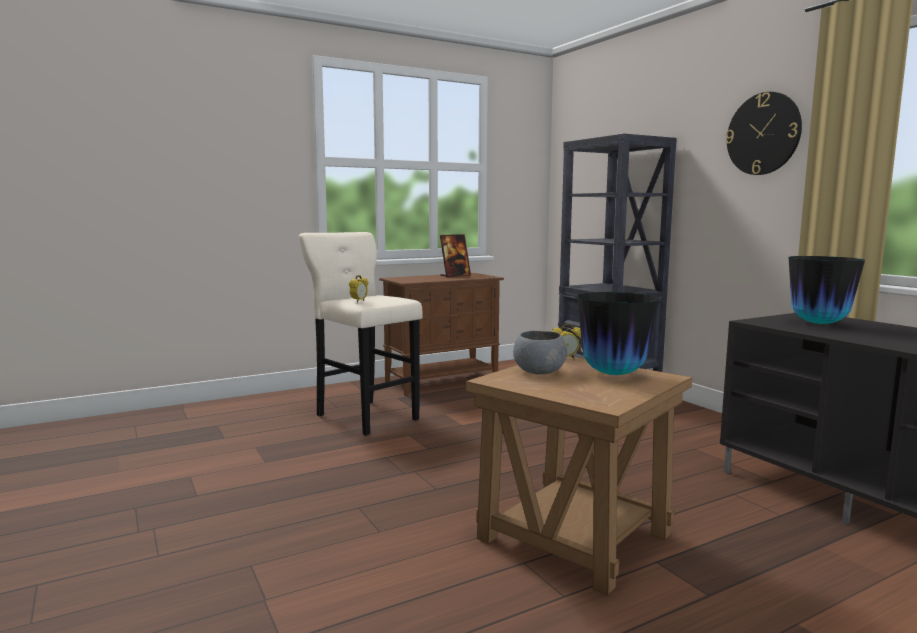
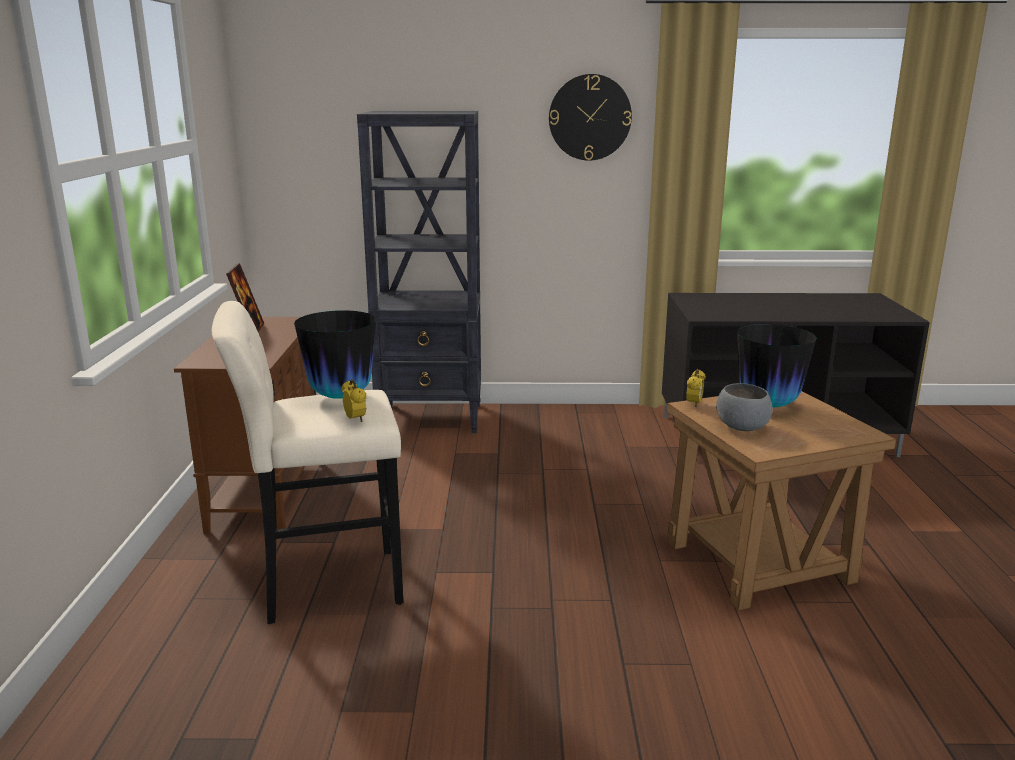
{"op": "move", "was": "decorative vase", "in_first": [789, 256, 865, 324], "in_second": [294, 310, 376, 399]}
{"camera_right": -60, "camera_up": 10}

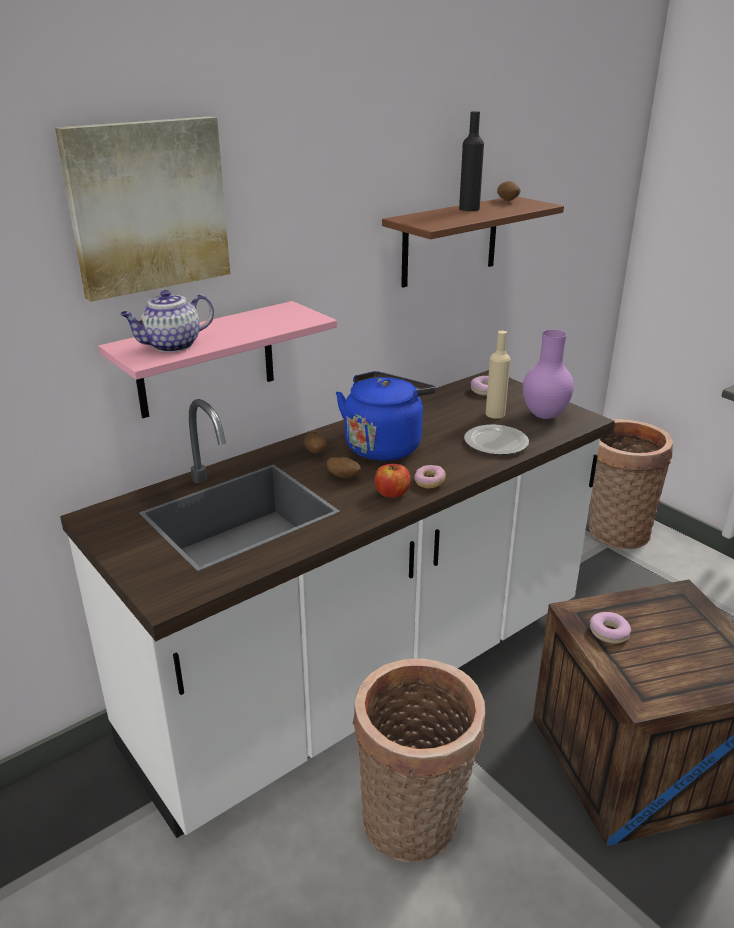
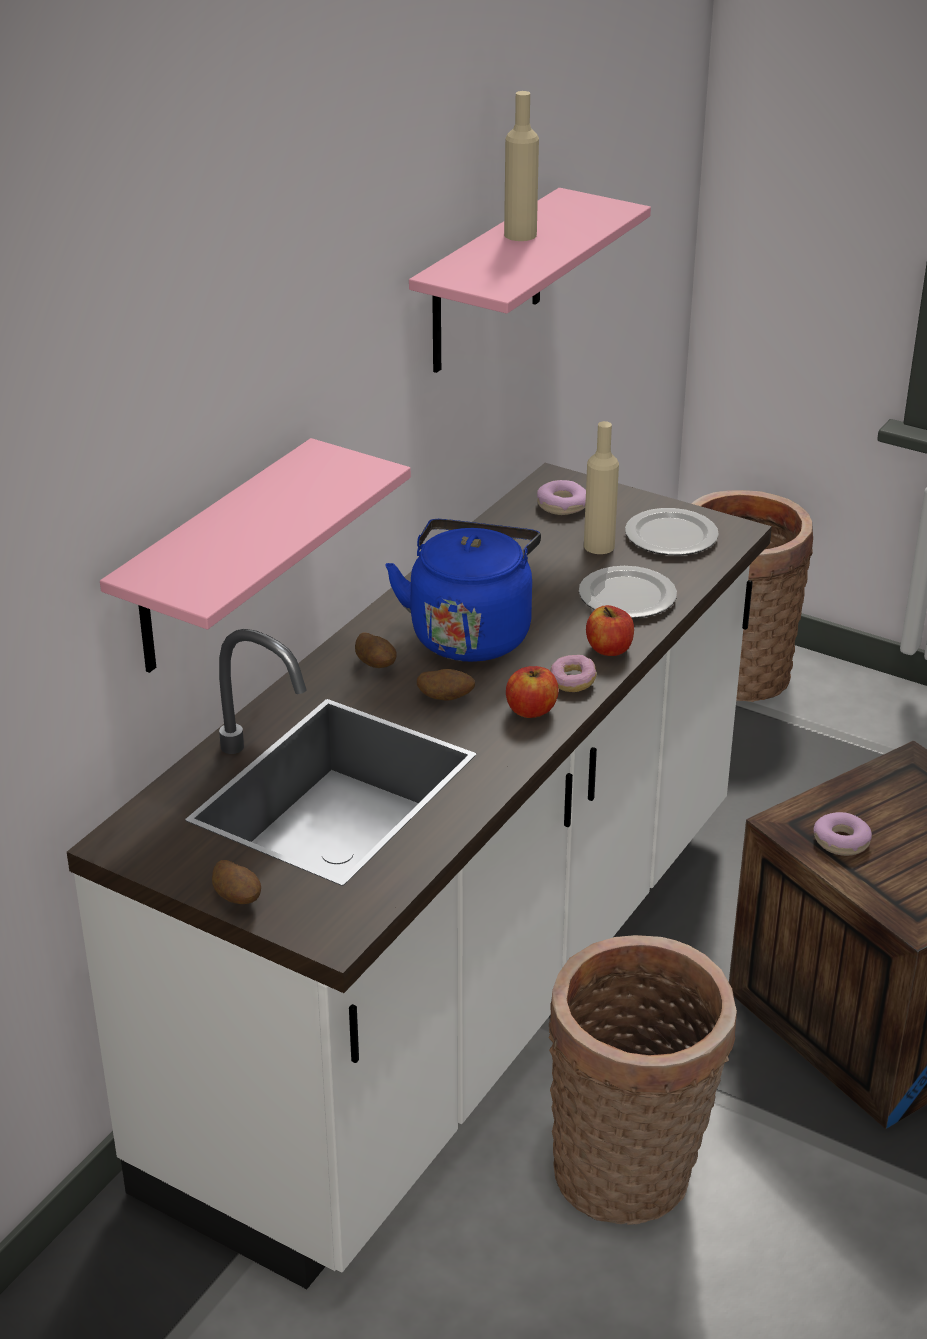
{"op": "delete", "was": "wall art", "in_first": [55, 116, 230, 302]}
{"op": "delete", "was": "tea pot", "in_first": [120, 290, 214, 352]}
{"op": "insert", "now": "whole apple", "in_second": [586, 605, 634, 656]}
{"op": "move", "was": "whole potato", "in_first": [497, 181, 520, 201], "in_second": [212, 860, 261, 904]}
{"op": "replace", "was": "purple decorative vase", "now": "dinner plate", "in_first": [523, 330, 574, 419], "in_second": [625, 508, 719, 555]}
{"op": "recolor", "was": "brown-coloured wall shelf", "now": "pinkish wall shelf", "in_first": [382, 197, 564, 287], "in_second": [409, 188, 651, 373]}
{"op": "recolor", "was": "black beverage bottle", "now": "beige beverage bottle", "in_first": [459, 111, 484, 211], "in_second": [504, 91, 539, 241]}
{"camera_right": -20, "camera_up": 5}

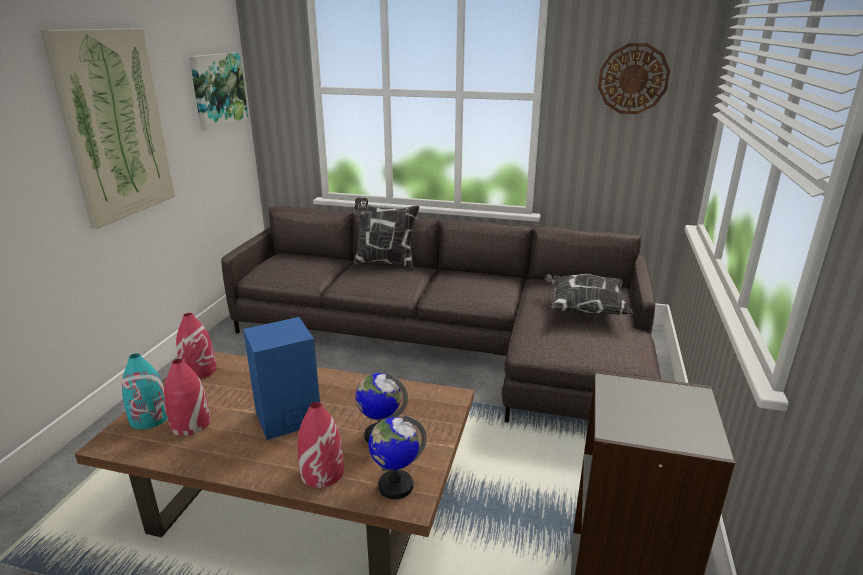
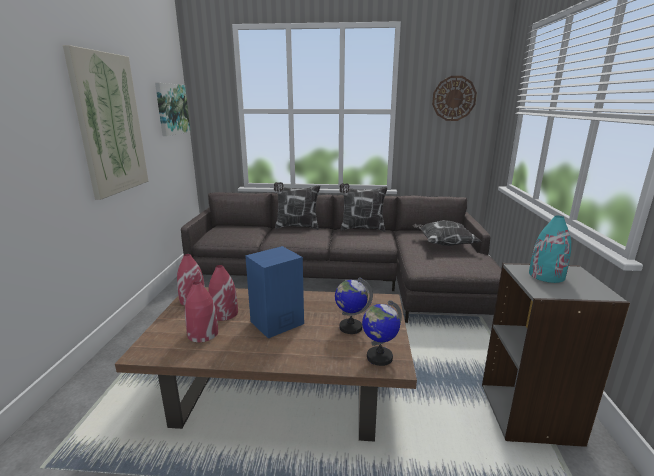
{"op": "insert", "now": "pillow", "in_second": [340, 183, 387, 232]}
{"op": "move", "was": "turquoise-coloured decorative vase", "in_first": [122, 353, 168, 429], "in_second": [529, 216, 571, 283]}
{"op": "move", "was": "reddish decorative vase", "in_first": [298, 402, 344, 488], "in_second": [208, 265, 238, 321]}
{"camera_right": -10, "camera_up": -5}

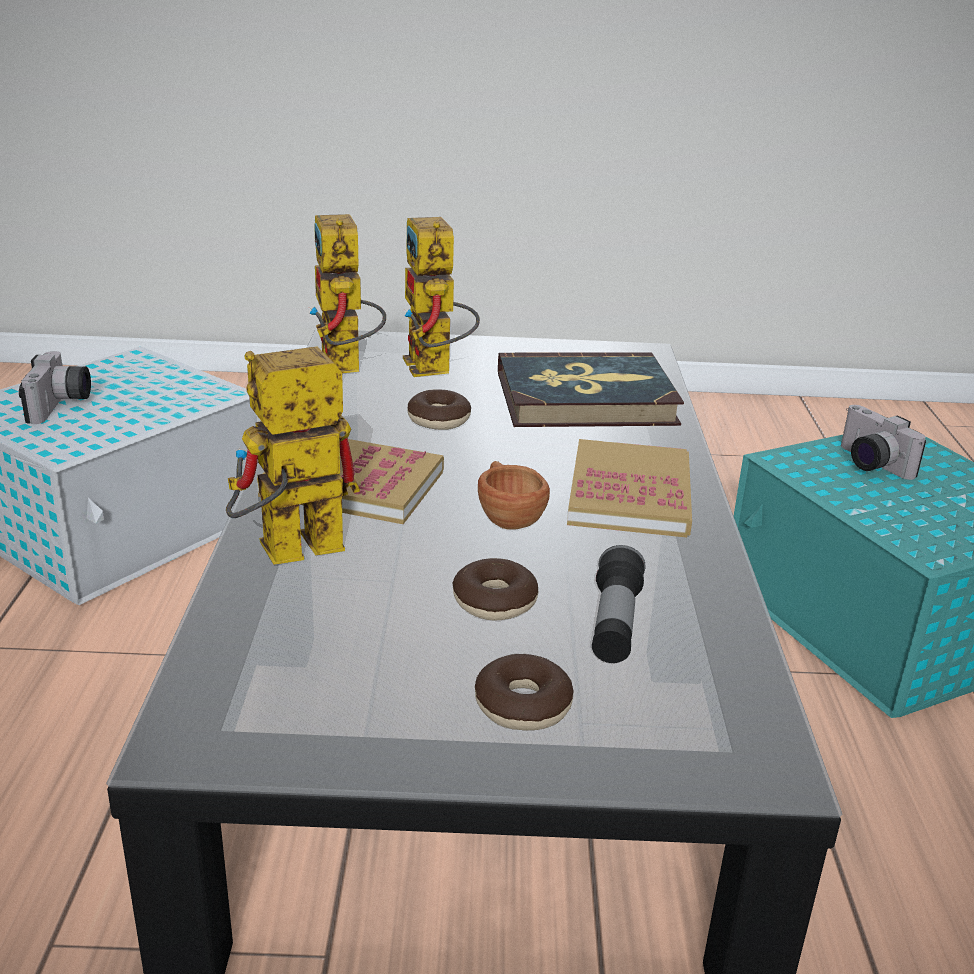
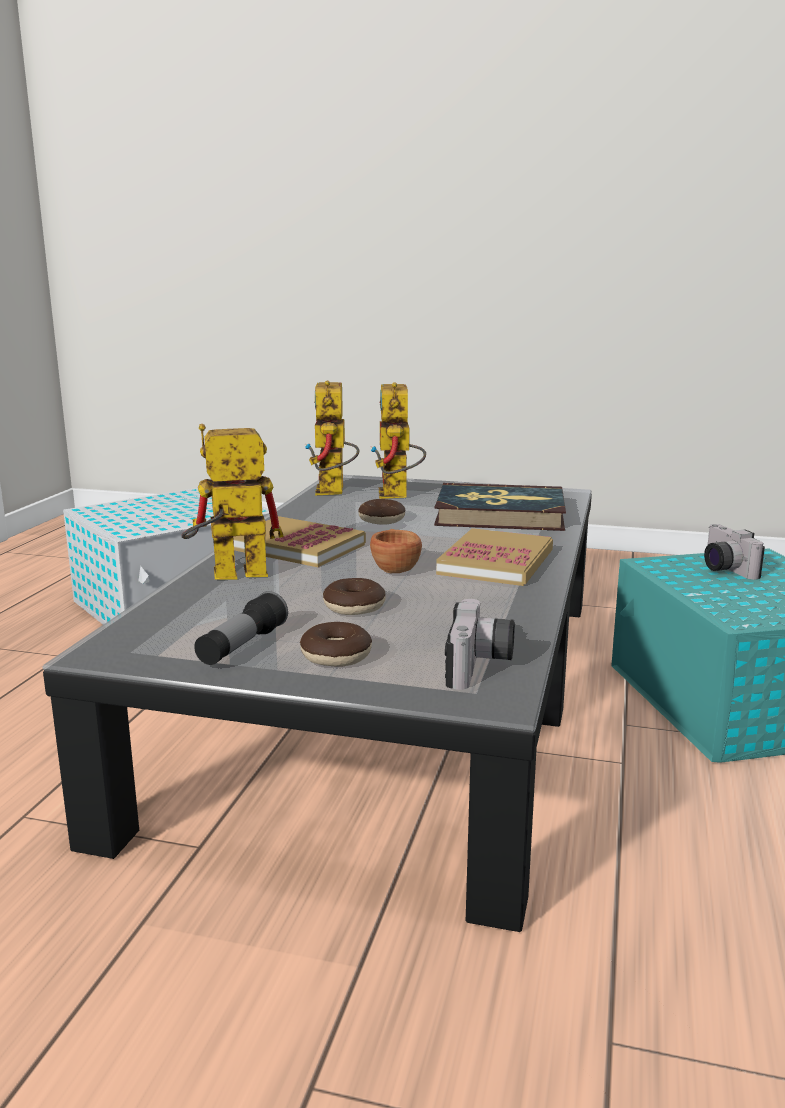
{"op": "move", "was": "photo camera", "in_first": [19, 351, 91, 424], "in_second": [445, 599, 515, 690]}
{"op": "move", "was": "torch", "in_first": [592, 545, 645, 663], "in_second": [194, 591, 288, 665]}
{"camera_right": 15, "camera_up": -10}

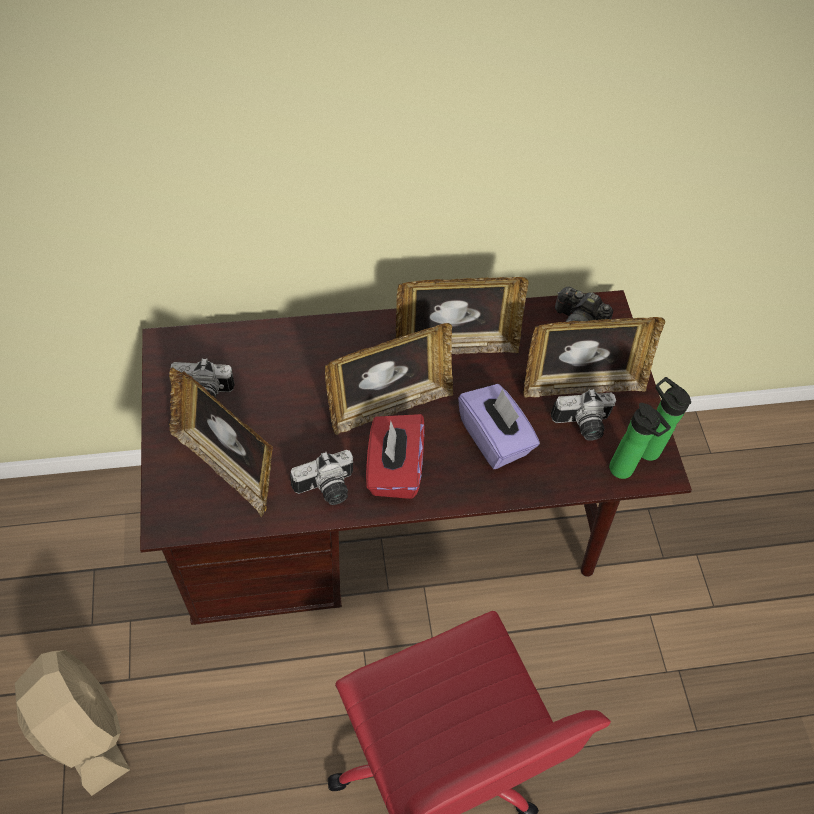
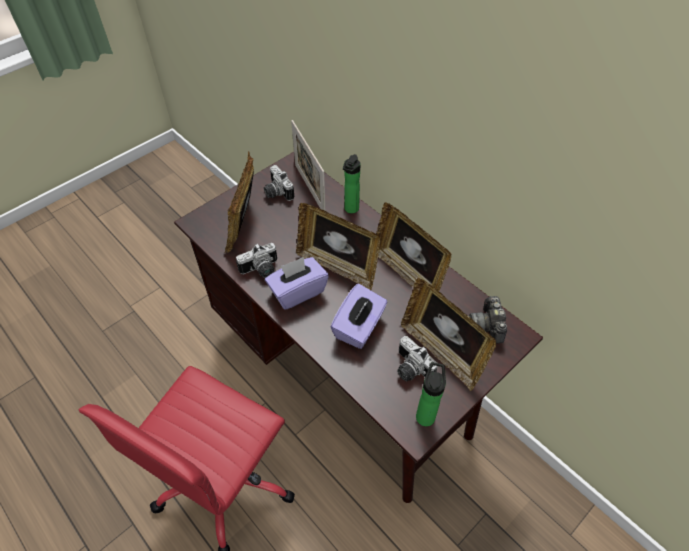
{"op": "delete", "was": "beige fan", "in_first": [15, 650, 130, 796]}
{"op": "insert", "now": "photo frame", "in_second": [291, 120, 326, 211]}
{"op": "move", "was": "beverage bottle", "in_first": [609, 403, 671, 479], "in_second": [343, 154, 360, 214]}
{"op": "recolor", "was": "reddish tissue box", "now": "purple tissue box", "in_first": [366, 414, 425, 499], "in_second": [265, 257, 329, 310]}
{"op": "rotate", "was": "photo camera", "in_first": [290, 450, 353, 505], "in_second": [236, 243, 277, 278], "clockwise": -60}
{"camera_right": 60, "camera_up": -5}

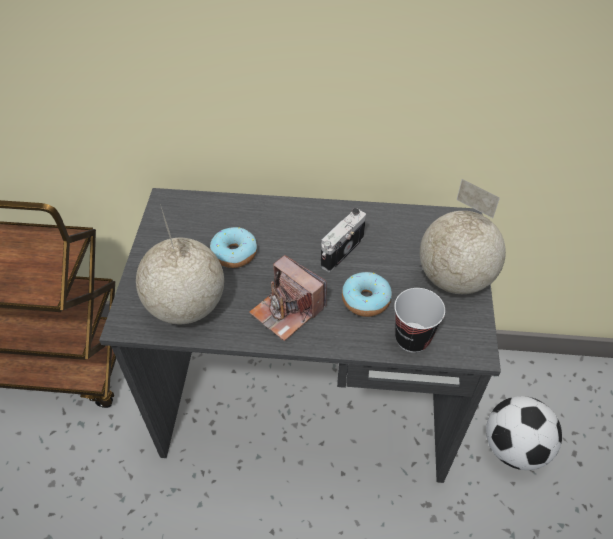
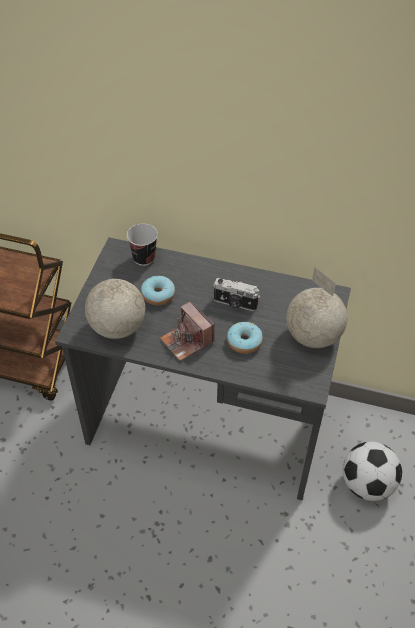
{"op": "move", "was": "drinking cup", "in_first": [394, 288, 445, 353], "in_second": [127, 224, 158, 266]}
{"op": "rotate", "was": "photo camera", "in_first": [321, 208, 366, 272], "in_second": [213, 278, 260, 311], "clockwise": -120}
{"camera_right": 10, "camera_up": 0}

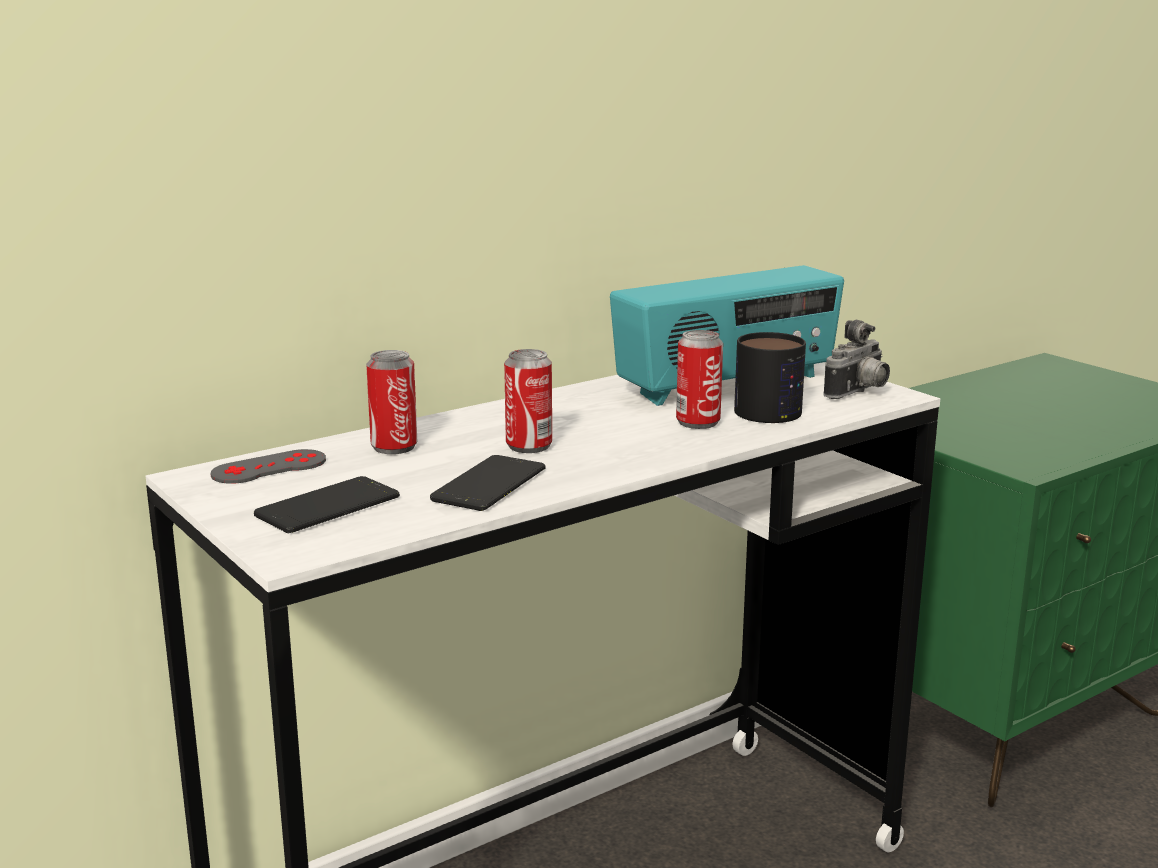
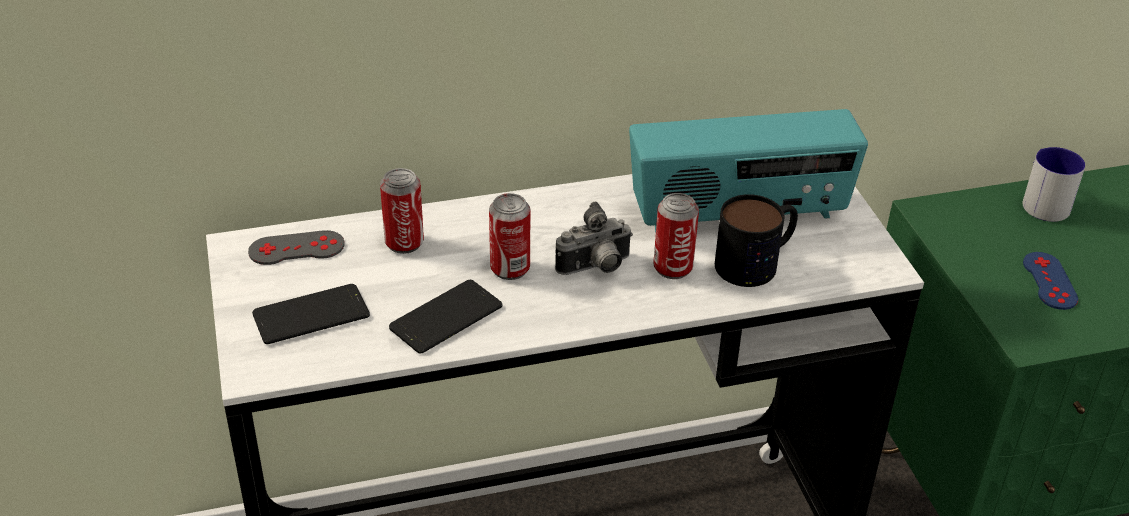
{"op": "insert", "now": "tea mug", "in_second": [1022, 147, 1085, 222]}
{"op": "insert", "now": "blue-coloured game controller", "in_second": [1023, 252, 1078, 310]}
{"op": "move", "was": "photo camera", "in_first": [824, 320, 890, 399], "in_second": [555, 201, 633, 275]}
{"camera_right": 20, "camera_up": 20}

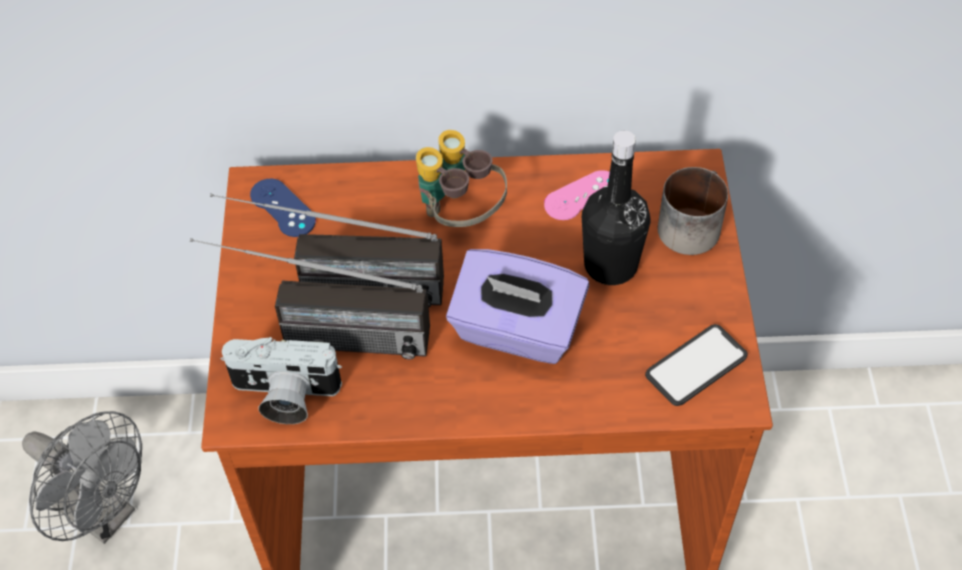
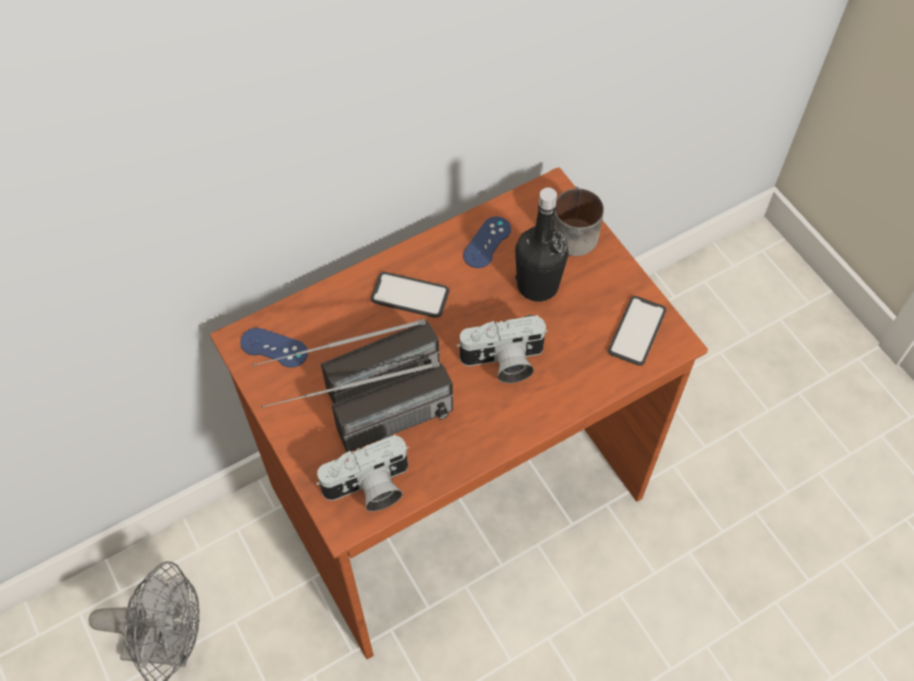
{"op": "replace", "was": "pair of binoculars", "now": "phone", "in_first": [416, 130, 507, 227], "in_second": [371, 272, 450, 318]}
{"op": "replace", "was": "purple tissue box", "now": "photo camera", "in_first": [446, 249, 589, 364], "in_second": [456, 315, 548, 383]}
{"op": "recolor", "was": "pinkish game controller", "now": "blue-coloured game controller", "in_first": [544, 170, 610, 220], "in_second": [463, 217, 511, 268]}
{"camera_right": -30, "camera_up": 5}

